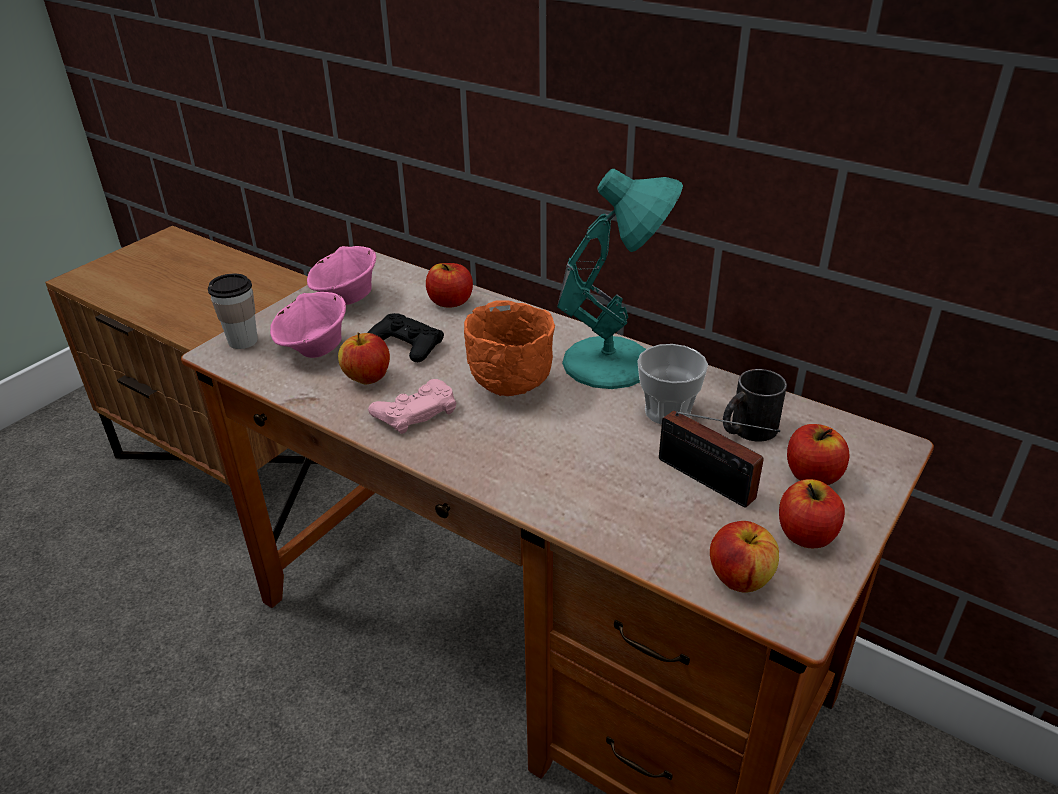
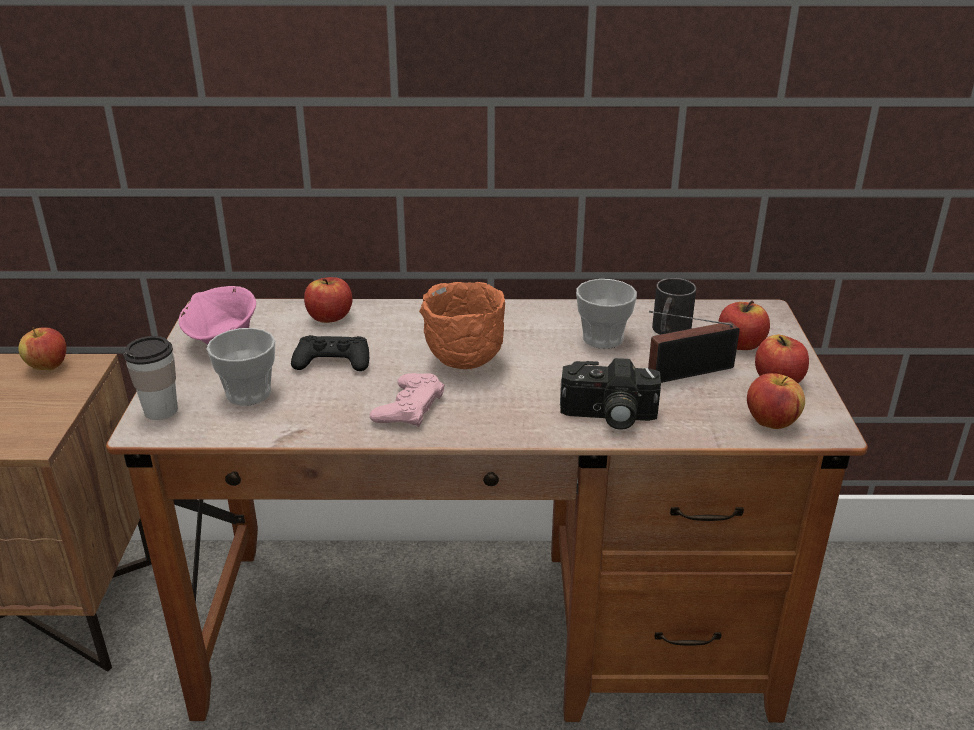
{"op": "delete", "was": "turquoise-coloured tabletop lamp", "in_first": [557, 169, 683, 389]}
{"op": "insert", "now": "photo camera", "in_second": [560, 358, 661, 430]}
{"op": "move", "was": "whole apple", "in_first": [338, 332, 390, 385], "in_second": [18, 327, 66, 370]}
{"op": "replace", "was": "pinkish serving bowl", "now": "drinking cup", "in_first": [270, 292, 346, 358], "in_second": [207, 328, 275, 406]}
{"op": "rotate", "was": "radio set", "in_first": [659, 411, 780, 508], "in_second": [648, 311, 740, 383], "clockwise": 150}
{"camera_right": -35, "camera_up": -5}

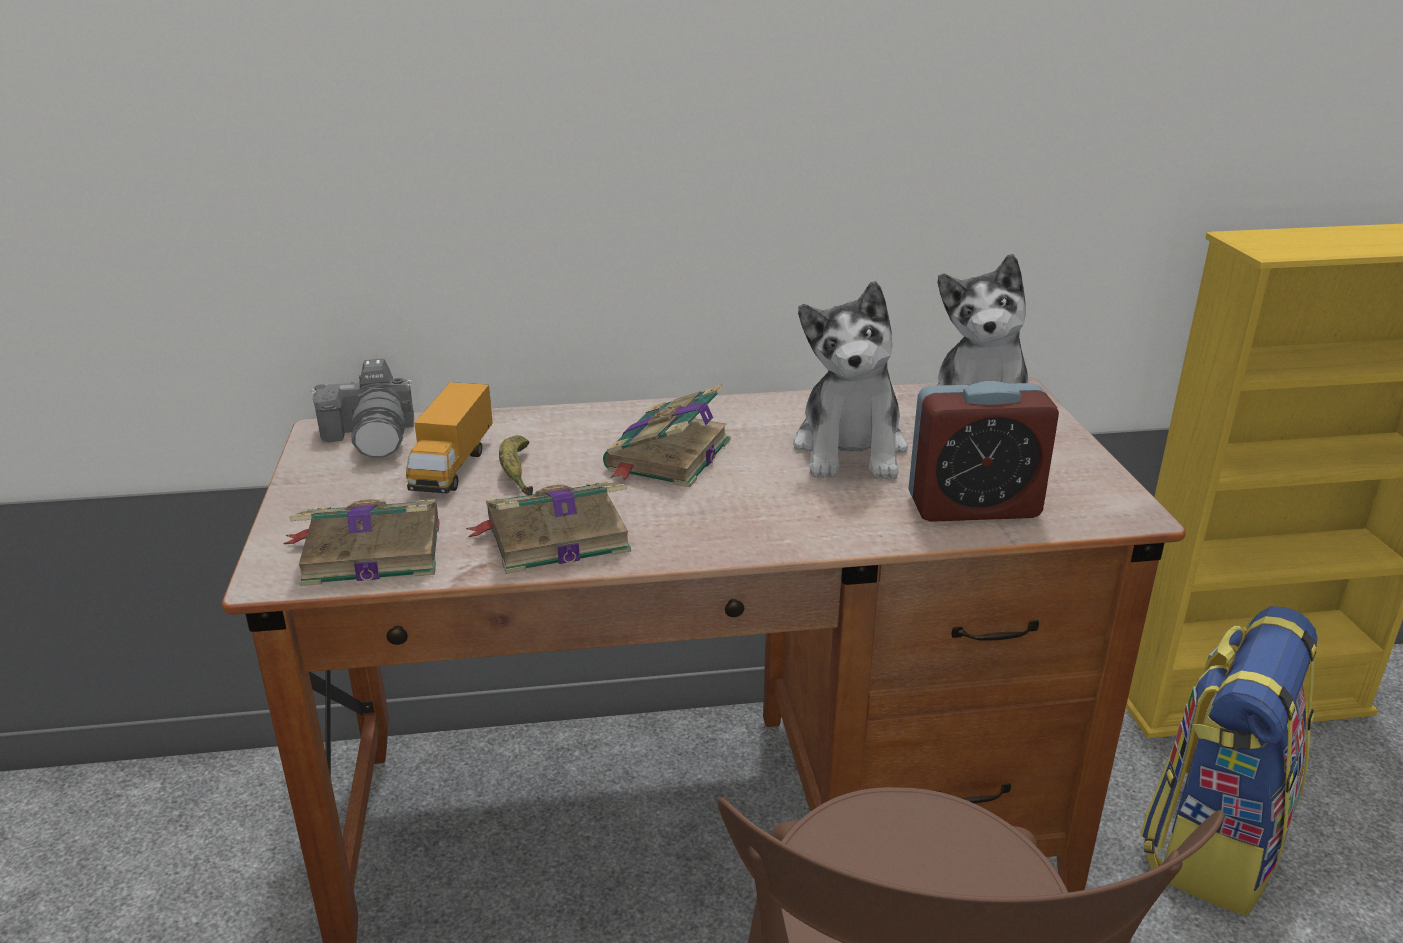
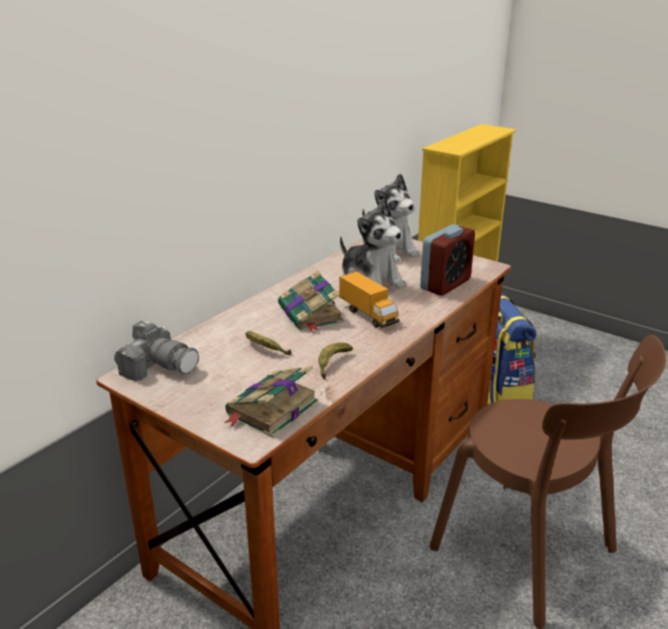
{"op": "move", "was": "toy lorry", "in_first": [406, 382, 493, 494], "in_second": [339, 271, 399, 328]}
{"op": "replace", "was": "bound book", "now": "banana fruit", "in_first": [466, 482, 631, 574], "in_second": [318, 343, 353, 380]}
{"camera_right": -45, "camera_up": 0}

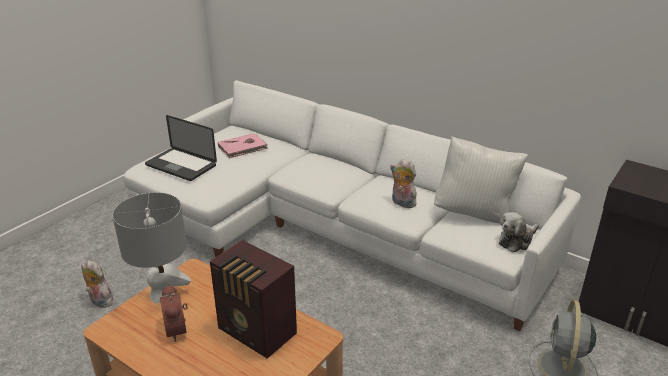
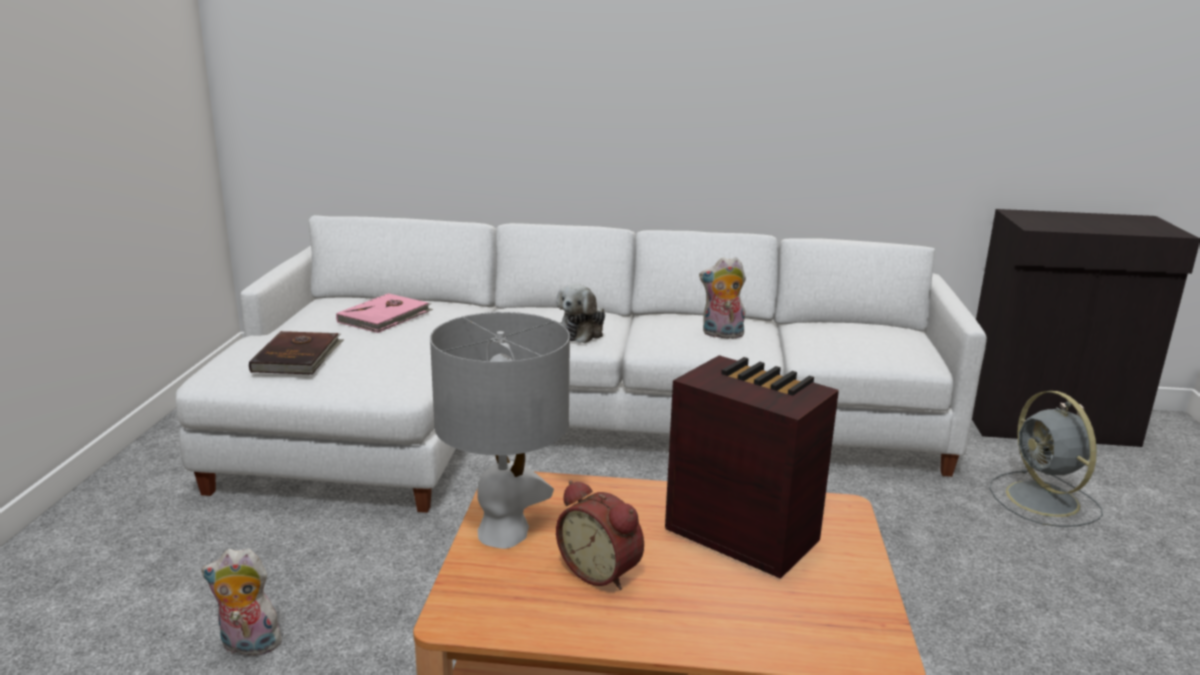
{"op": "delete", "was": "white pillow", "in_first": [434, 136, 528, 224]}
{"op": "move", "was": "cuddly toy", "in_first": [499, 212, 539, 253], "in_second": [556, 284, 605, 343]}
{"op": "replace", "was": "laptop", "now": "brown-coloured bound book", "in_first": [145, 115, 217, 181], "in_second": [249, 331, 344, 375]}
{"op": "rotate", "was": "radio set", "in_first": [210, 240, 297, 359], "in_second": [665, 355, 839, 579], "clockwise": -150}
{"camera_right": -30, "camera_up": -10}

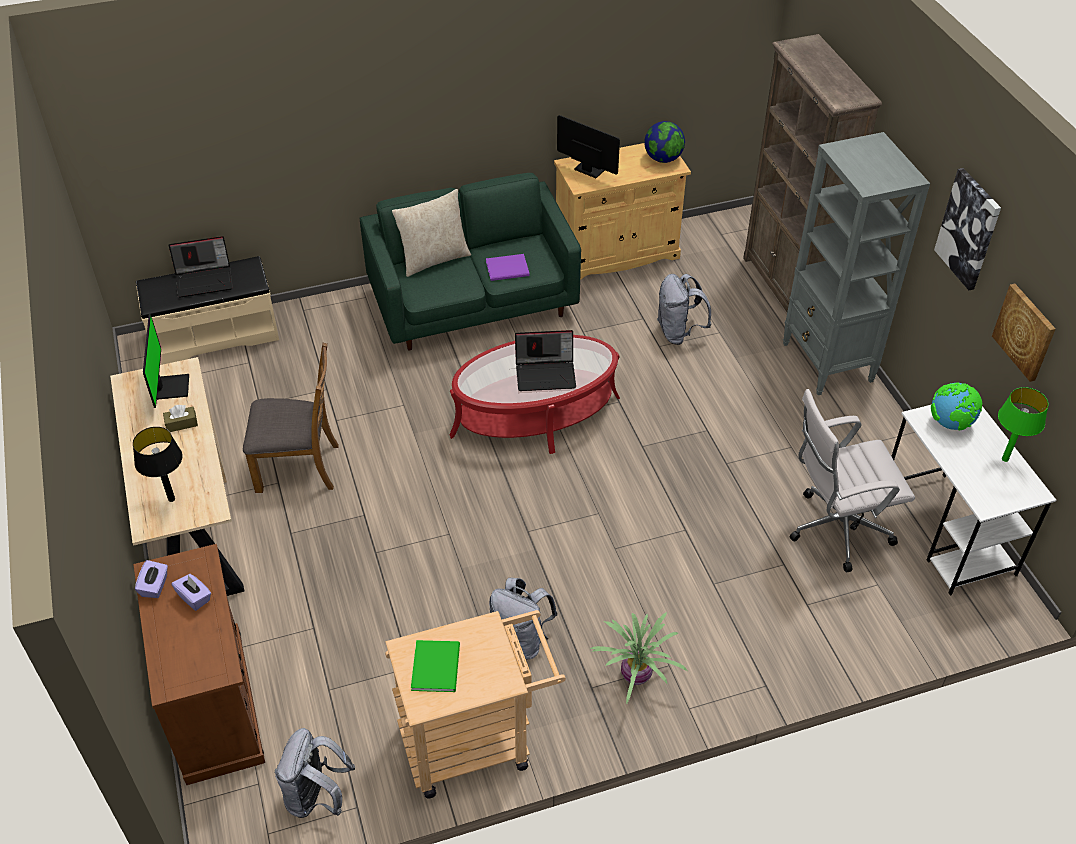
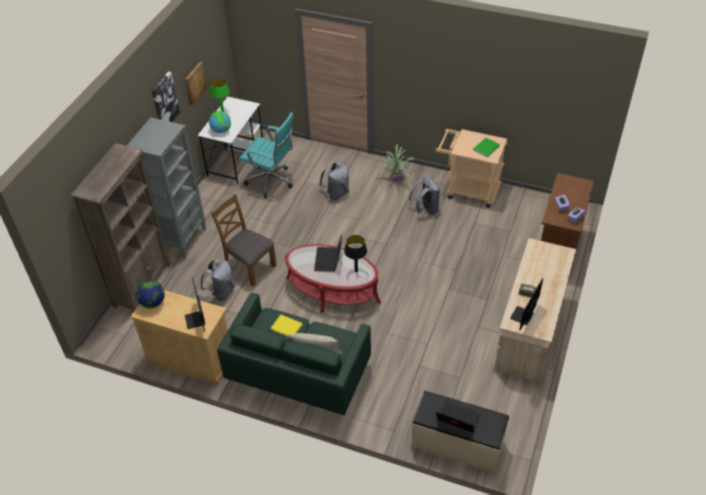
{"op": "move", "was": "black tabletop lamp", "in_first": [133, 427, 183, 502], "in_second": [344, 235, 367, 272]}
{"op": "move", "was": "brown-coloured upright chair", "in_first": [243, 343, 339, 493], "in_second": [211, 194, 277, 287]}
{"op": "move", "was": "gray knapsack", "in_first": [275, 728, 355, 818], "in_second": [319, 162, 349, 200]}
{"op": "recolor", "was": "purple bound book", "now": "yellow-coloured bound book", "in_first": [486, 254, 530, 281], "in_second": [270, 315, 303, 338]}
{"op": "recolor", "was": "white computer chair", "now": "turquoise-coloured computer chair", "in_first": [790, 389, 915, 572], "in_second": [239, 112, 294, 198]}
{"op": "rotate", "was": "laptop", "in_first": [515, 330, 576, 391], "in_second": [314, 235, 342, 272], "clockwise": -120}
{"camera_right": -140, "camera_up": 0}

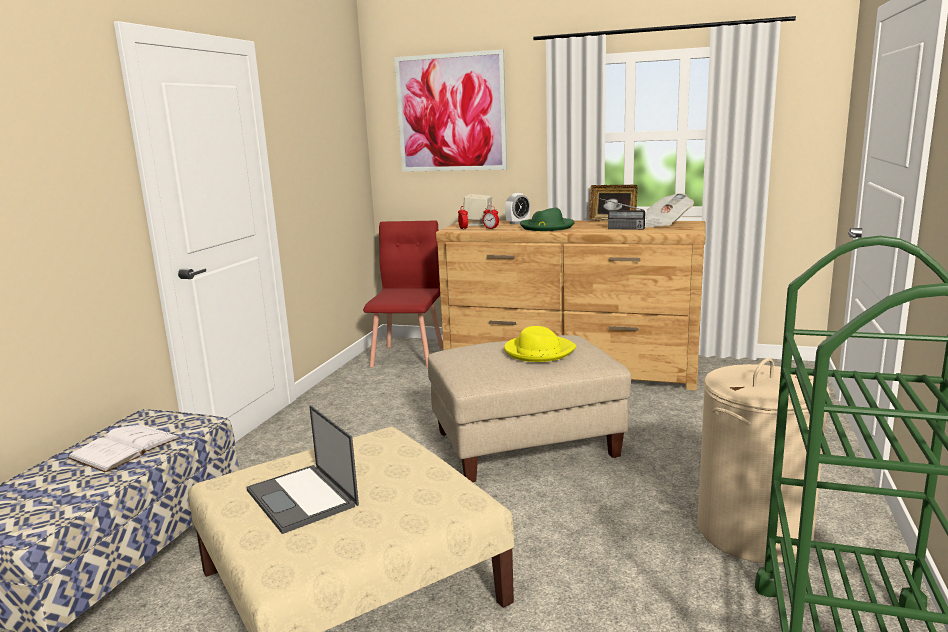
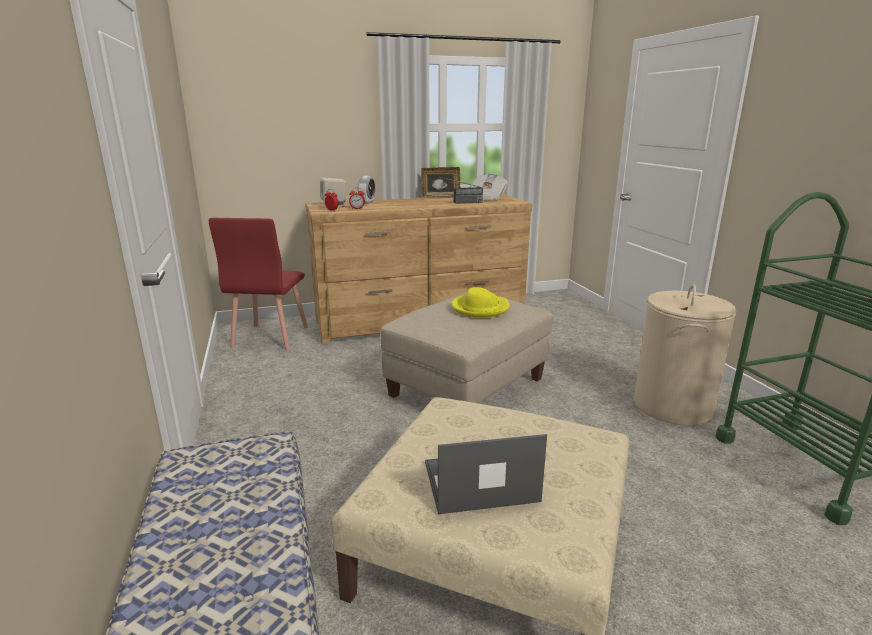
{"op": "delete", "was": "white bound book", "in_first": [67, 424, 181, 472]}
{"op": "delete", "was": "wall art", "in_first": [394, 49, 507, 172]}
{"op": "delete", "was": "green clothing hat", "in_first": [520, 208, 574, 231]}
{"op": "rotate", "was": "laptop", "in_first": [247, 405, 359, 534], "in_second": [425, 434, 547, 514], "clockwise": 150}
{"op": "rotate", "was": "reddish upright chair", "in_first": [363, 221, 443, 368], "in_second": [209, 218, 308, 350], "clockwise": -150}
{"camera_right": -35, "camera_up": 5}

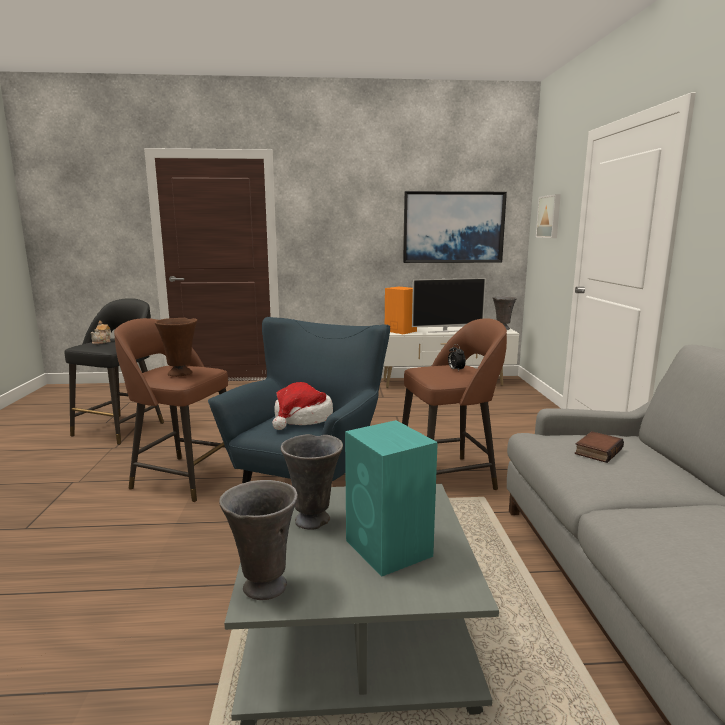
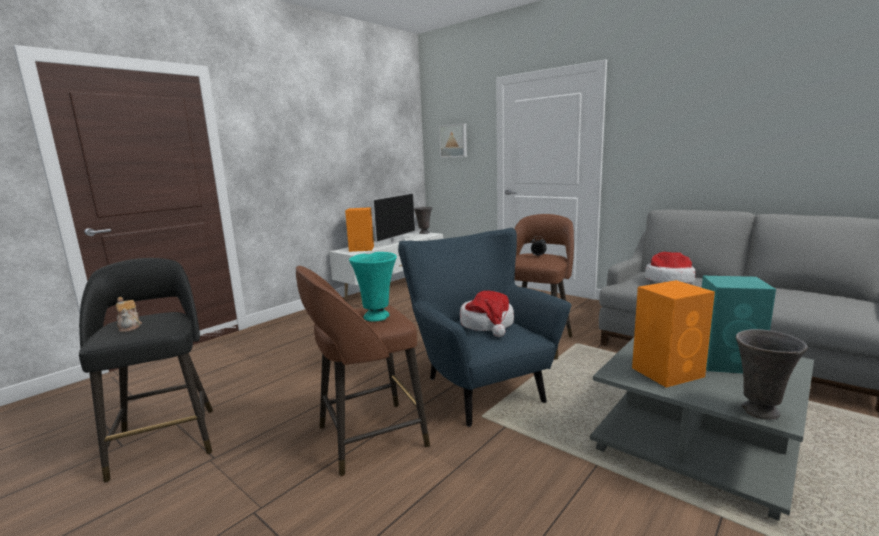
{"op": "delete", "was": "wall art", "in_first": [403, 191, 507, 263]}
{"op": "replace", "was": "gray decorative vase", "now": "orange-coloured loudspeaker", "in_first": [281, 434, 343, 530], "in_second": [632, 280, 715, 388]}
{"op": "replace", "was": "bound book", "now": "clothing hat", "in_first": [575, 431, 624, 463], "in_second": [645, 252, 695, 283]}
{"op": "recolor", "was": "brown-coloured decorative vase", "now": "turquoise-coloured decorative vase", "in_first": [155, 318, 197, 377], "in_second": [349, 252, 397, 322]}
{"camera_right": -45, "camera_up": 0}

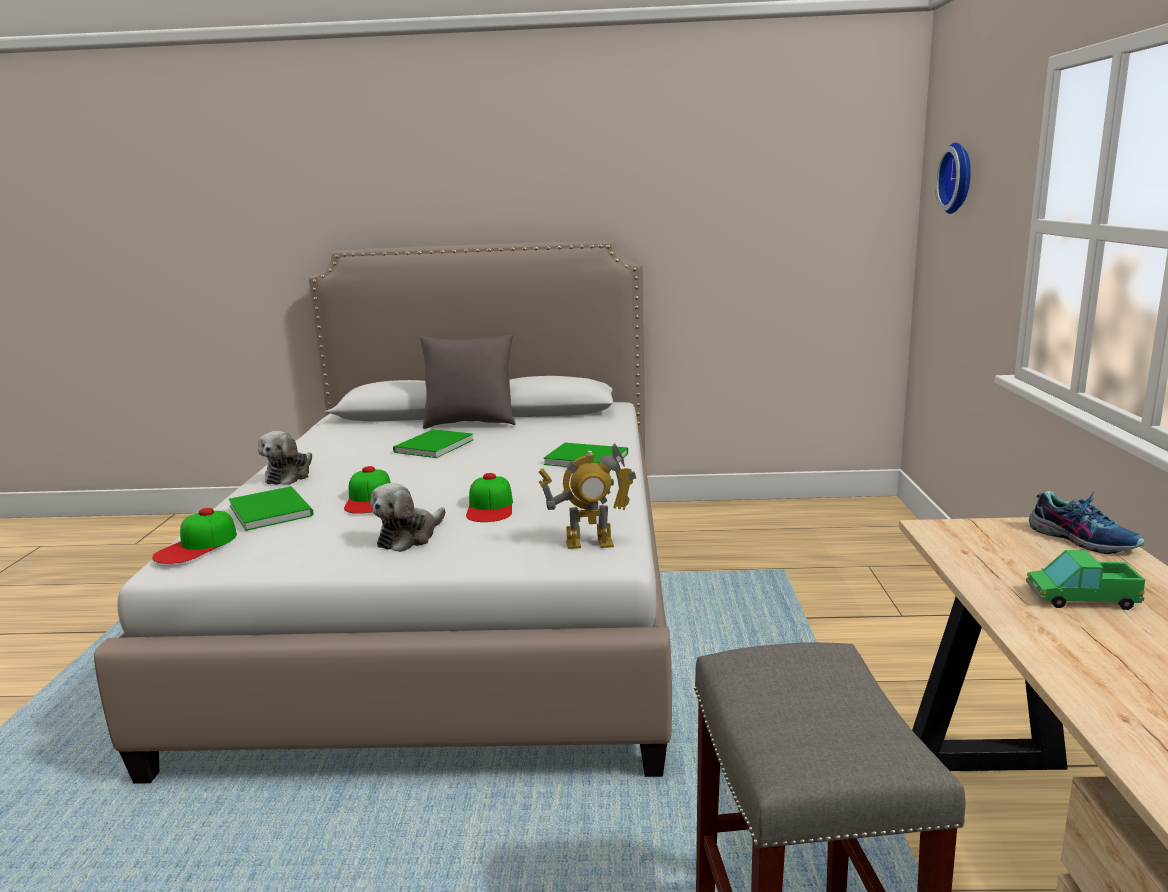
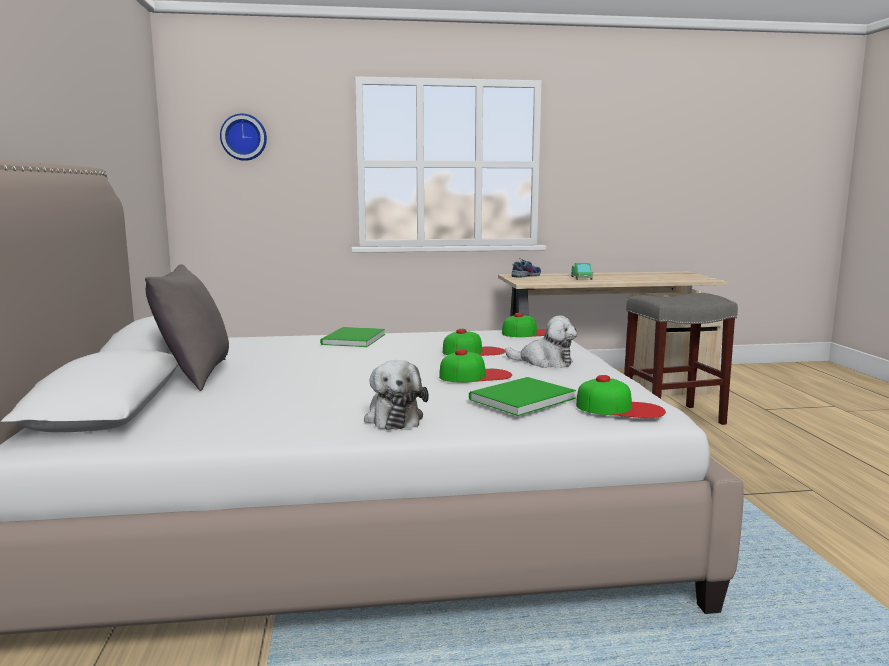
{"op": "delete", "was": "green bound book", "in_first": [393, 429, 474, 458]}
{"op": "replace", "was": "toy robot", "now": "peaked cap", "in_first": [539, 444, 636, 549], "in_second": [502, 313, 546, 337]}
{"op": "rotate", "was": "cuddly toy", "in_first": [258, 431, 312, 485], "in_second": [364, 360, 429, 430], "clockwise": 75}
{"camera_right": -100, "camera_up": -5}

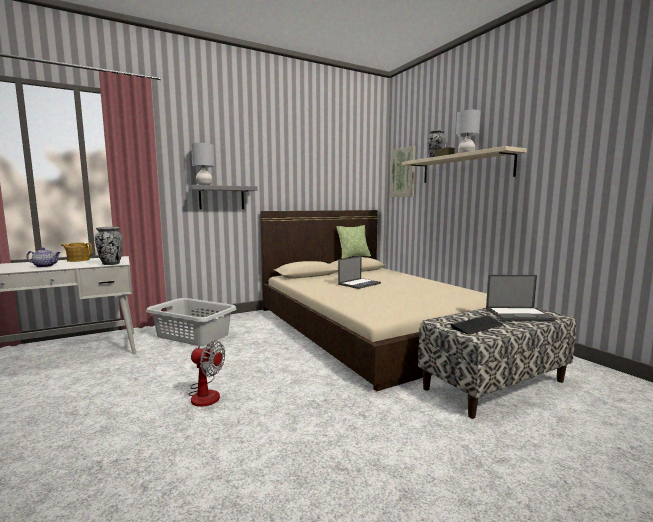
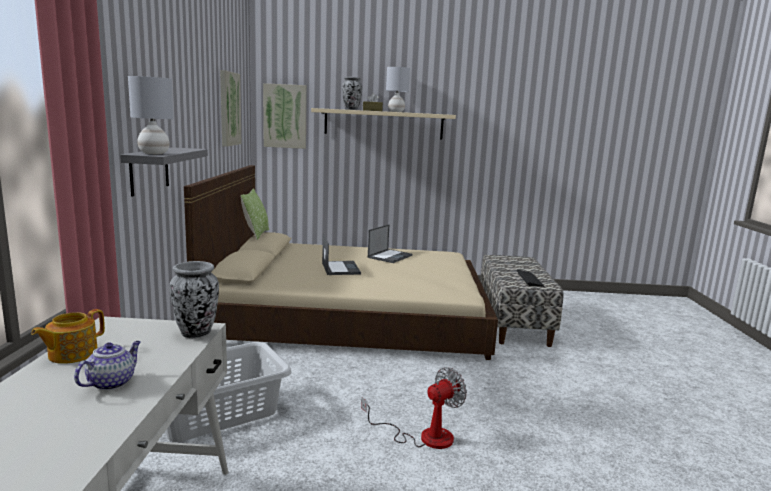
{"op": "insert", "now": "wall art", "in_second": [220, 70, 241, 147]}
{"op": "move", "was": "laptop", "in_first": [486, 275, 556, 321], "in_second": [368, 225, 412, 263]}
{"camera_right": -60, "camera_up": 5}

